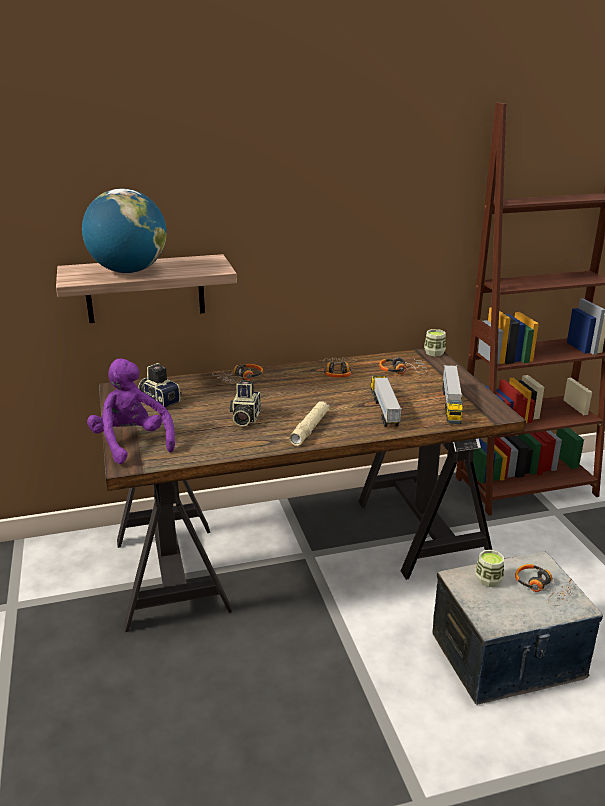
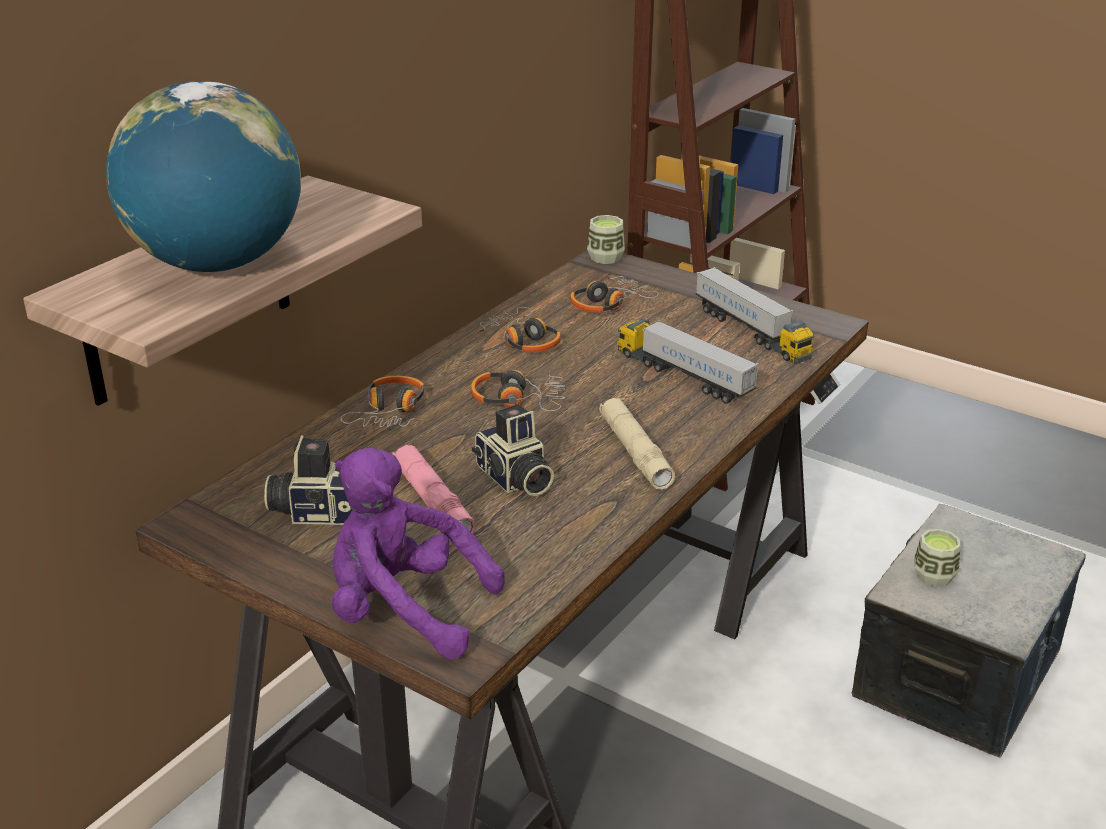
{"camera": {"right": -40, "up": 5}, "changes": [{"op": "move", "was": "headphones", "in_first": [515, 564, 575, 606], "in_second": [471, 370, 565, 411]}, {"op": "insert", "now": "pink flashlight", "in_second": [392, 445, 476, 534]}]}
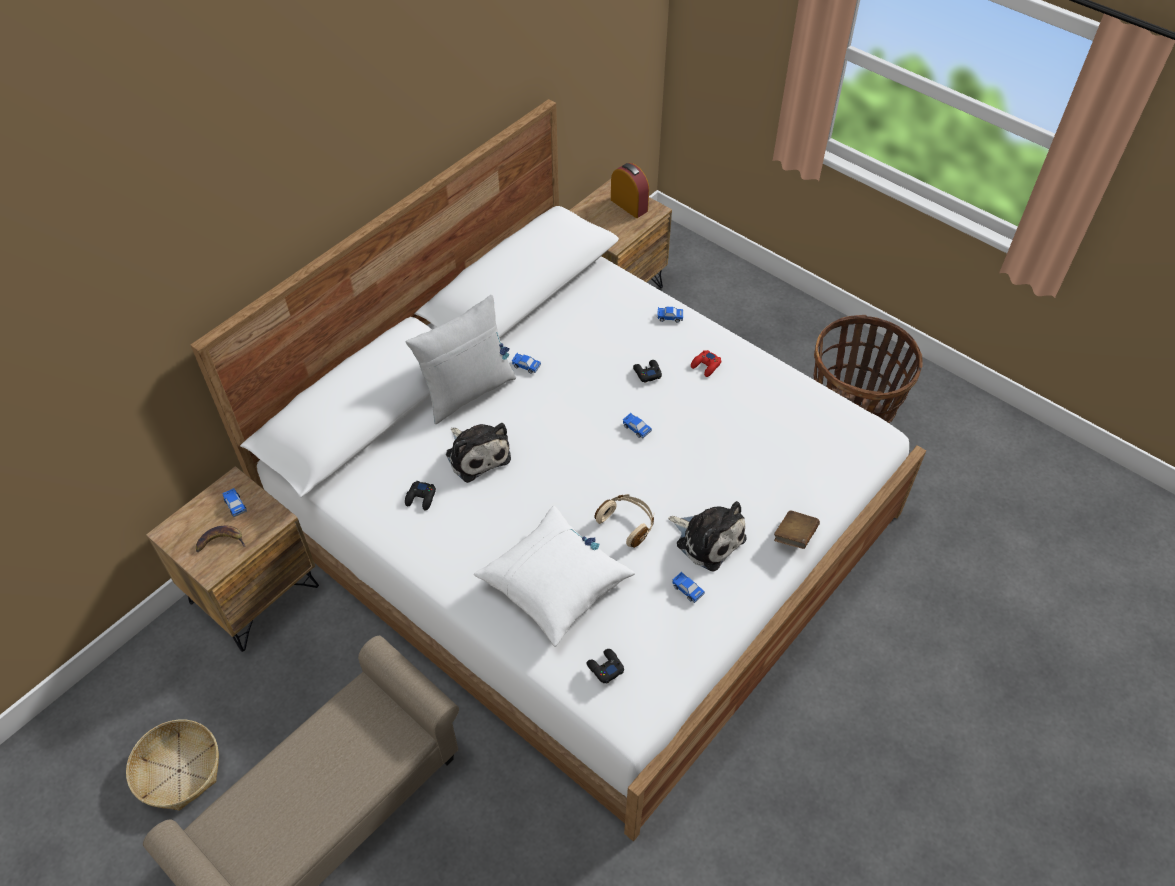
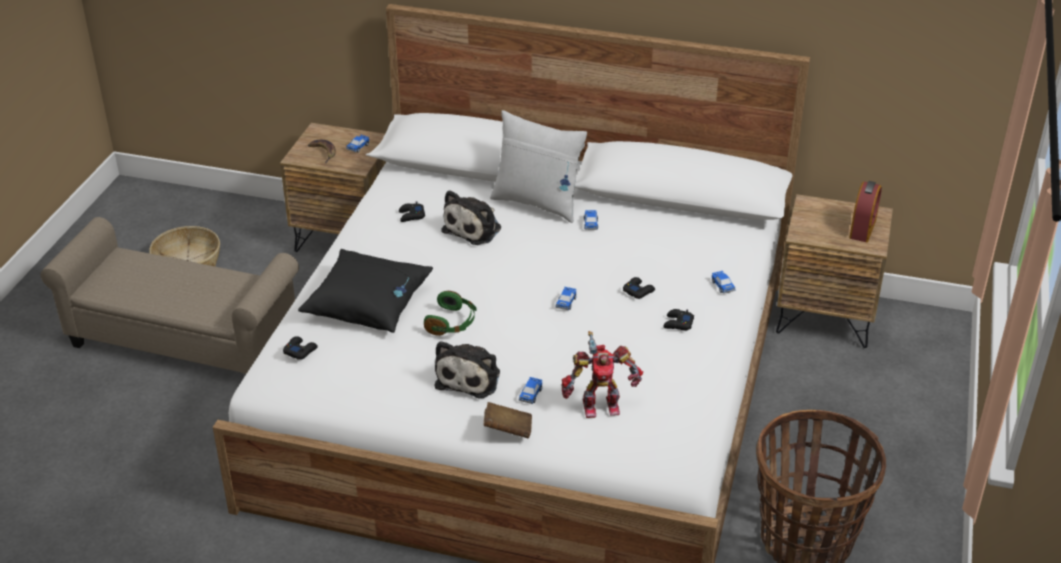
{"camera": {"right": 65, "up": -15}, "changes": [{"op": "recolor", "was": "red game controller", "now": "black game controller", "in_first": [691, 350, 721, 377], "in_second": [663, 309, 694, 331]}, {"op": "recolor", "was": "beige headphones", "now": "green headphones", "in_first": [595, 494, 654, 548], "in_second": [424, 291, 476, 336]}, {"op": "recolor", "was": "white pillow", "now": "black pillow", "in_first": [474, 505, 635, 647], "in_second": [298, 249, 433, 333]}, {"op": "move", "was": "toy car", "in_first": [673, 572, 705, 603], "in_second": [519, 377, 542, 404]}, {"op": "insert", "now": "toy robot", "in_second": [562, 331, 643, 418]}]}
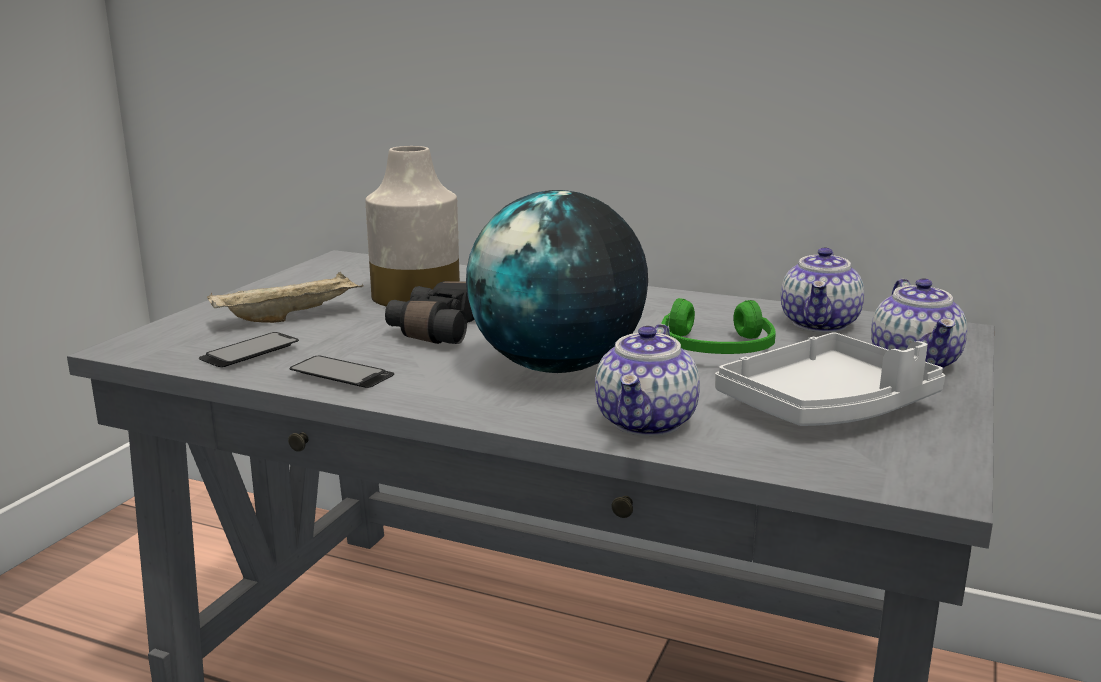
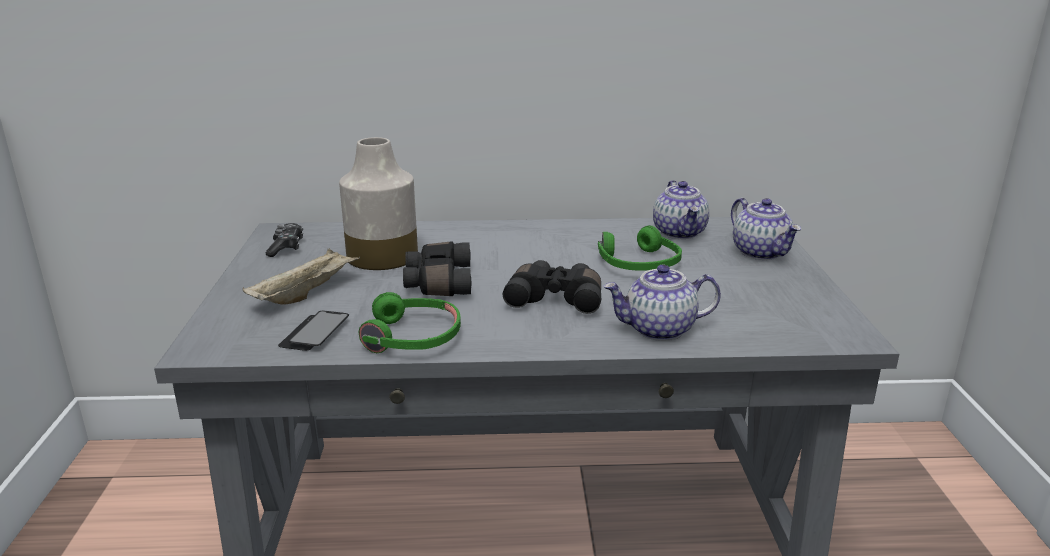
{"camera": {"right": -25, "up": 5}, "changes": [{"op": "replace", "was": "globe", "now": "black binoculars", "in_first": [466, 190, 648, 373], "in_second": [503, 260, 601, 314]}, {"op": "rotate", "was": "teapot", "in_first": [595, 324, 700, 436], "in_second": [603, 264, 721, 341], "clockwise": 90}, {"op": "delete", "was": "grey tray", "in_first": [715, 333, 945, 426]}, {"op": "replace", "was": "phone", "now": "green headphones", "in_first": [290, 355, 394, 388], "in_second": [358, 292, 461, 353]}, {"op": "insert", "now": "game controller", "in_second": [266, 223, 303, 257]}]}
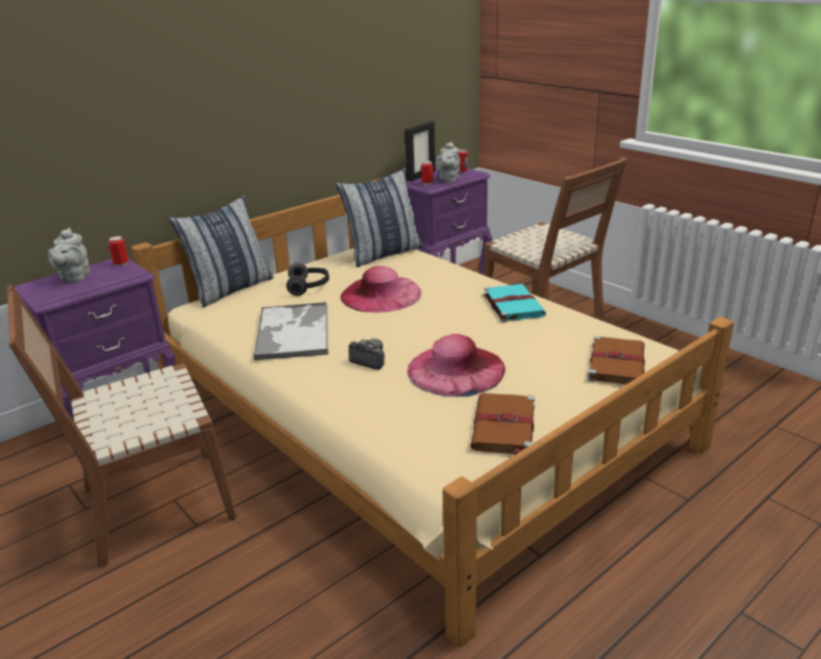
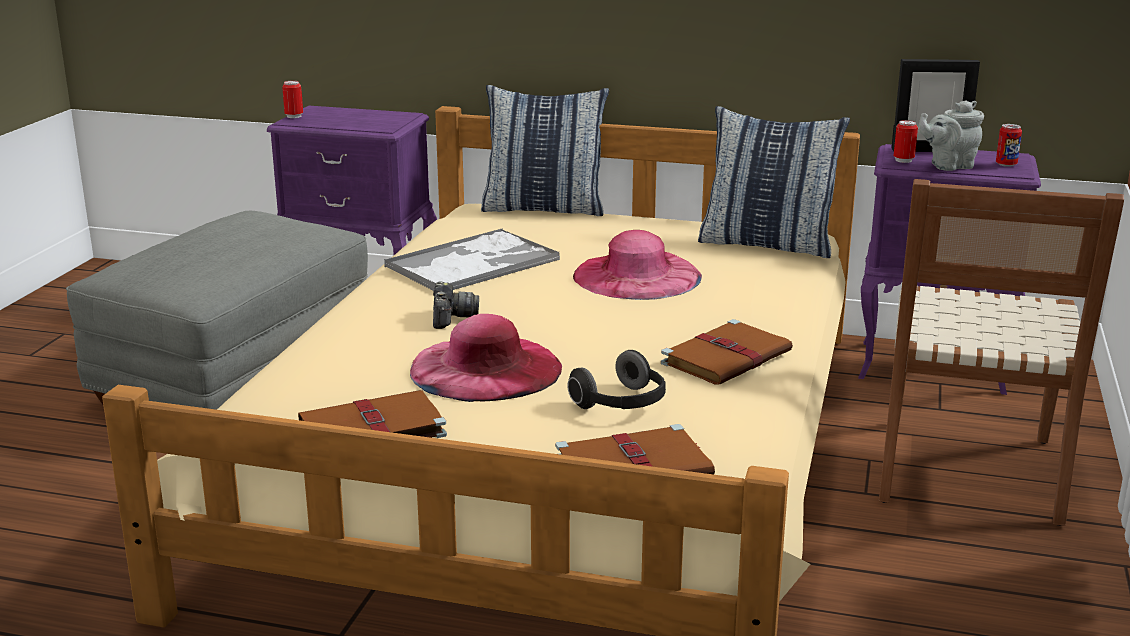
{"camera": {"right": 55, "up": -5}, "changes": [{"op": "delete", "was": "grey teapot", "in_first": [48, 228, 90, 282]}, {"op": "move", "was": "can", "in_first": [108, 236, 129, 267], "in_second": [282, 81, 303, 118]}, {"op": "move", "was": "headphones", "in_first": [286, 263, 329, 296], "in_second": [568, 350, 666, 409]}, {"op": "replace", "was": "chair", "now": "grey ottoman", "in_first": [7, 284, 236, 568], "in_second": [66, 211, 368, 410]}, {"op": "recolor", "was": "turquoise book", "now": "brown book", "in_first": [483, 284, 546, 323], "in_second": [661, 319, 793, 385]}]}
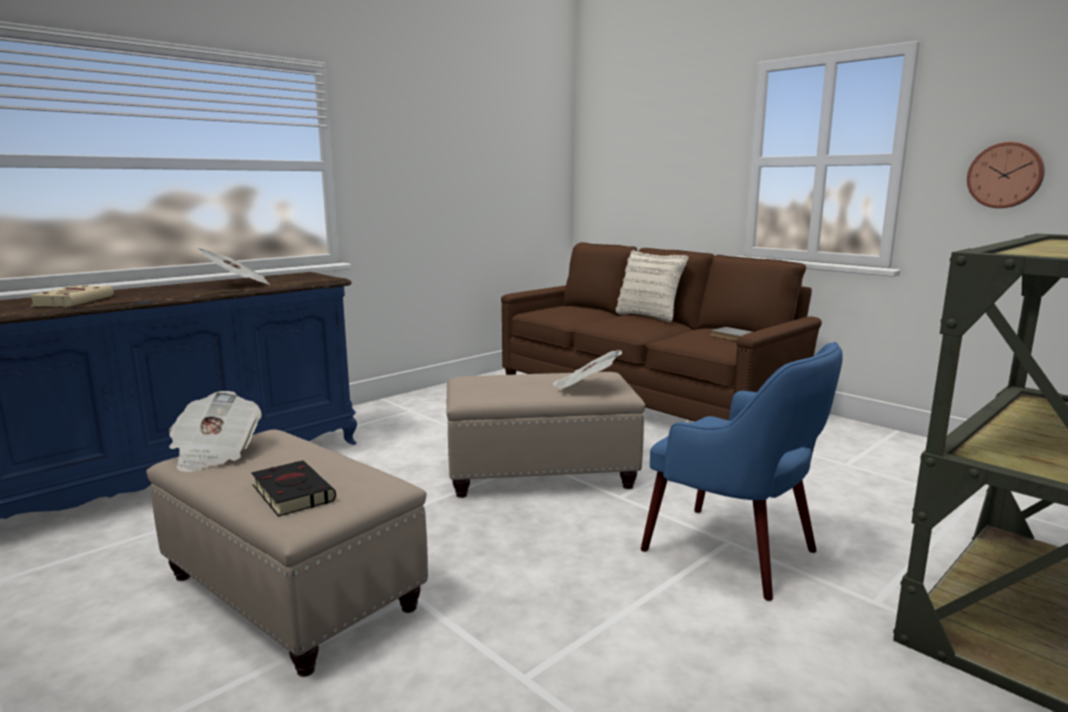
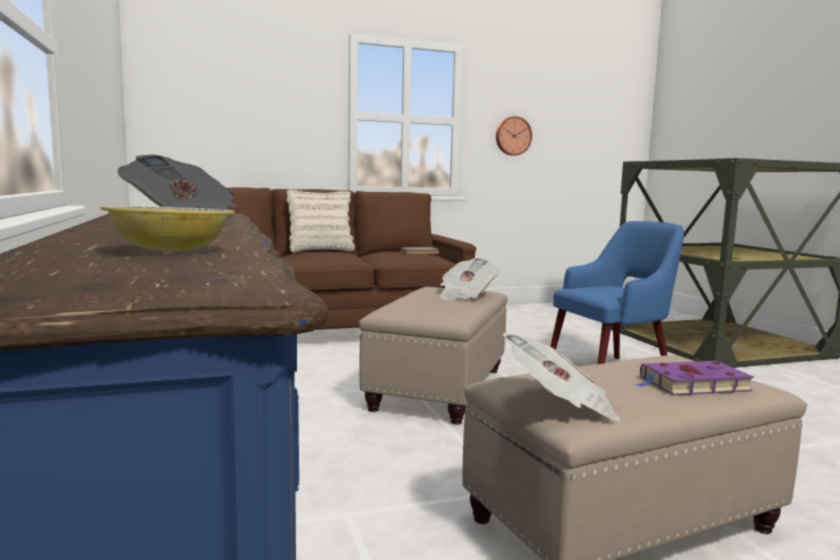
{"camera": {"right": -65, "up": -5}, "changes": [{"op": "replace", "was": "beige book", "now": "bowl", "in_first": [28, 286, 114, 307], "in_second": [101, 206, 235, 251]}, {"op": "recolor", "was": "black book", "now": "purple book", "in_first": [251, 460, 336, 517], "in_second": [635, 361, 754, 395]}]}
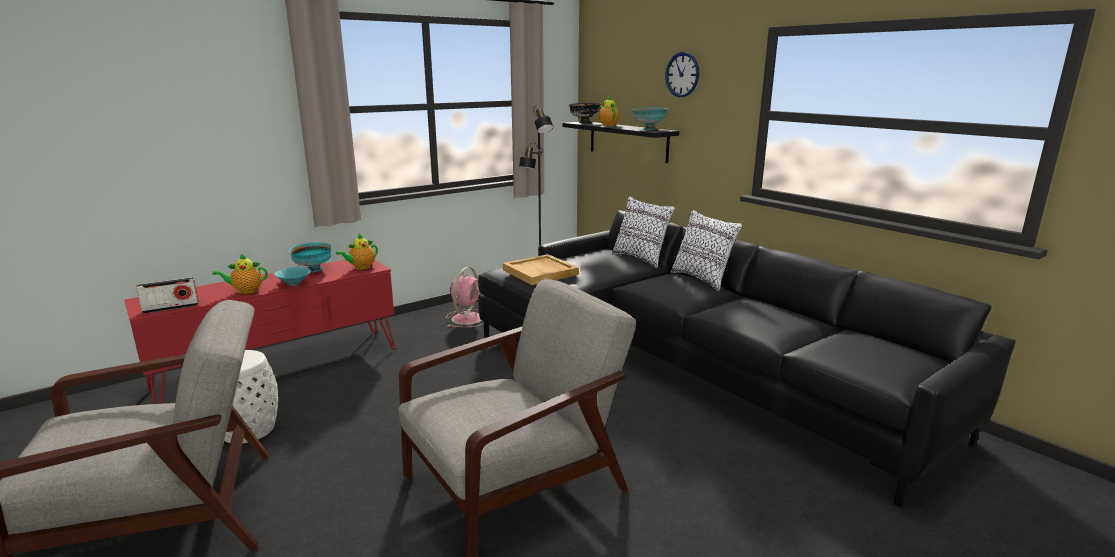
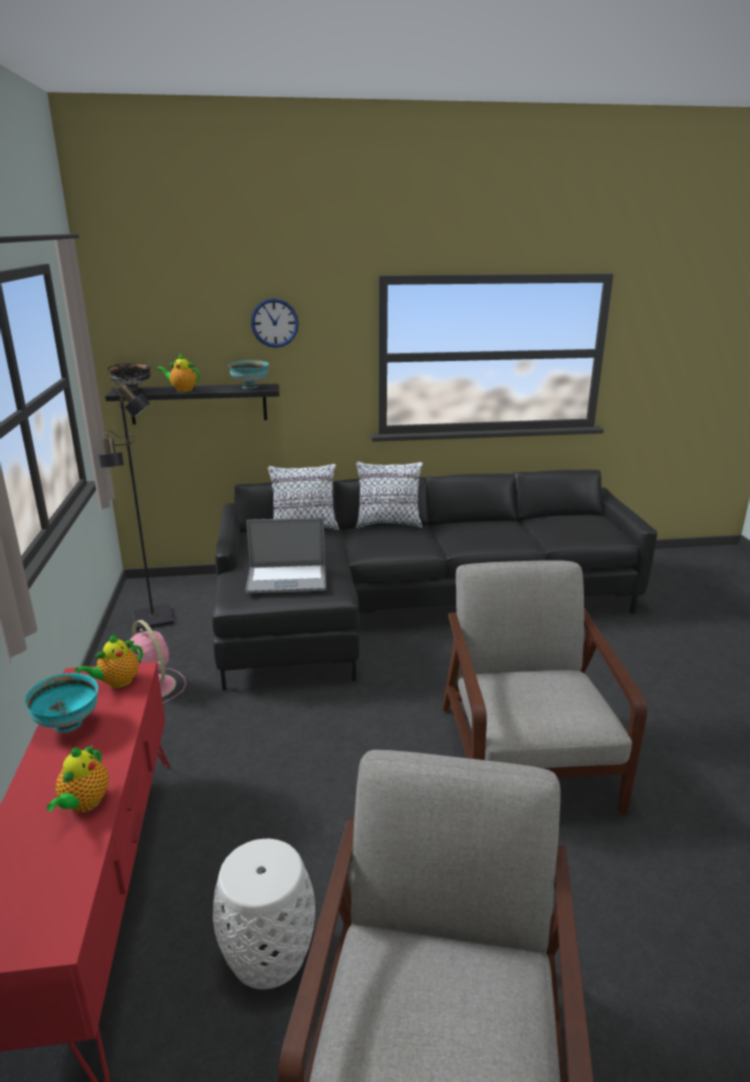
{"camera": {"right": -60, "up": 5}, "changes": [{"op": "rotate", "was": "teapot", "in_first": [336, 234, 378, 270], "in_second": [75, 635, 143, 688], "clockwise": 60}, {"op": "replace", "was": "beige tray", "now": "laptop", "in_first": [503, 254, 579, 285], "in_second": [246, 518, 326, 593]}, {"op": "delete", "was": "turquoise bowl", "in_first": [274, 267, 311, 286]}, {"op": "delete", "was": "radio", "in_first": [136, 277, 199, 314]}]}
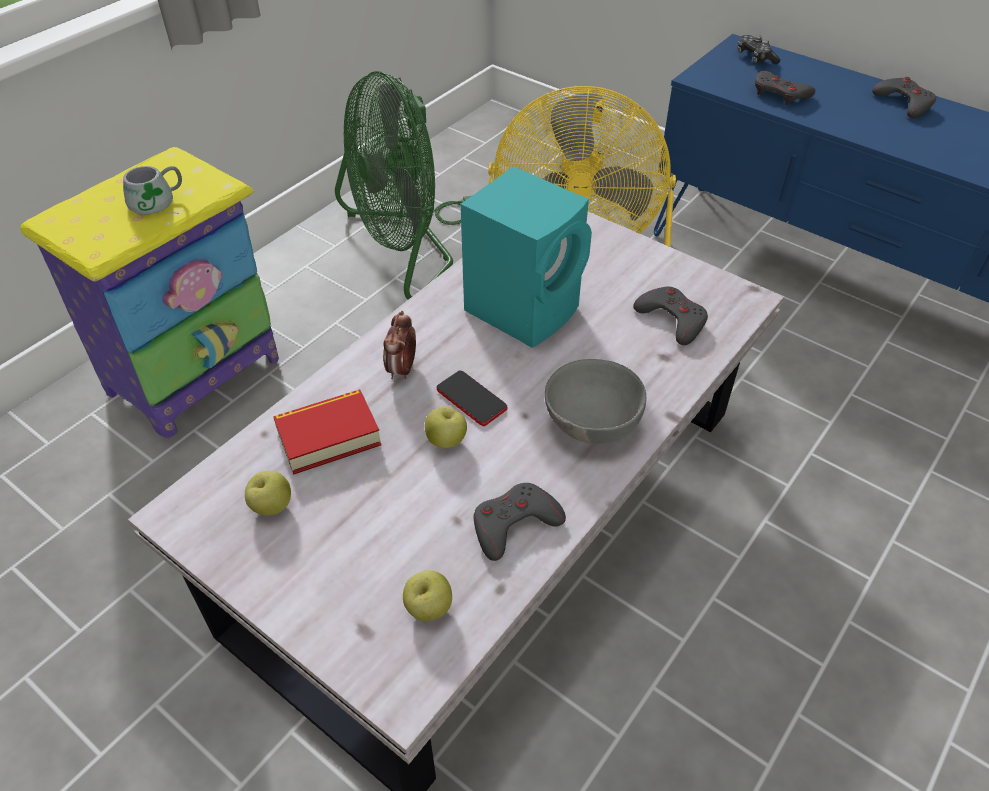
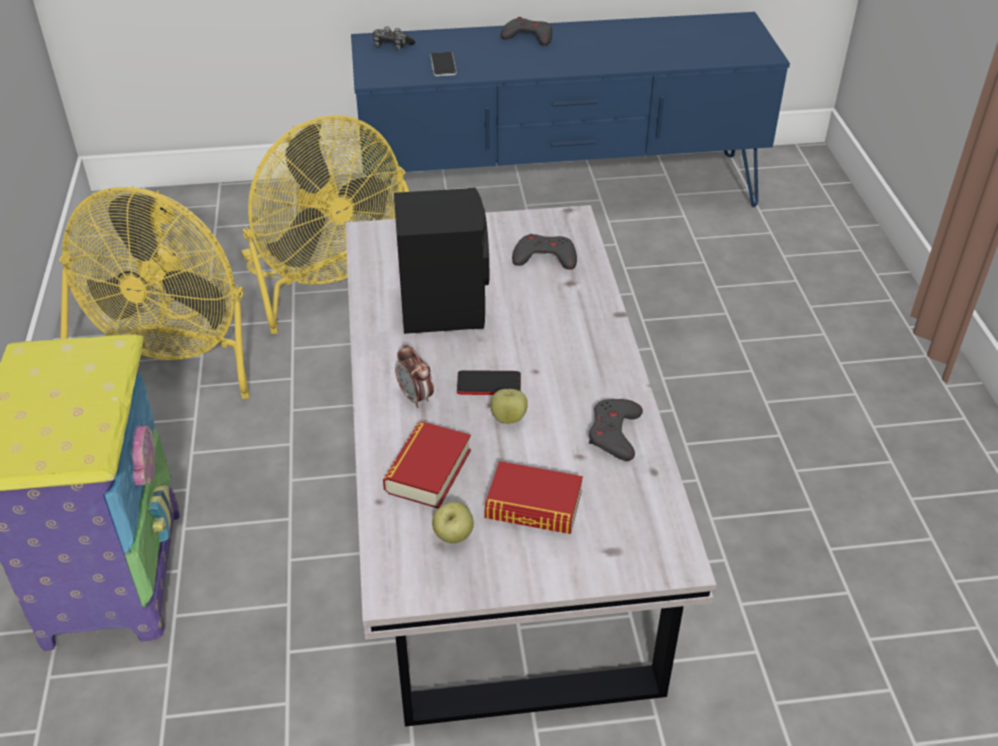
{"camera": {"right": -45, "up": -5}, "changes": [{"op": "recolor", "was": "green fan", "now": "yellow fan", "in_first": [335, 71, 471, 300], "in_second": [59, 186, 249, 399]}, {"op": "replace", "was": "grey game controller", "now": "phone", "in_first": [755, 71, 815, 105], "in_second": [430, 52, 457, 76]}, {"op": "delete", "was": "grey mug", "in_first": [123, 166, 182, 215]}, {"op": "recolor", "was": "turquoise speaker", "now": "black speaker", "in_first": [461, 167, 592, 348], "in_second": [394, 188, 489, 334]}, {"op": "delete", "was": "grey bowl", "in_first": [545, 359, 646, 444]}, {"op": "delete", "was": "apple", "in_first": [403, 570, 452, 621]}, {"op": "insert", "now": "book", "in_second": [484, 461, 583, 534]}]}
